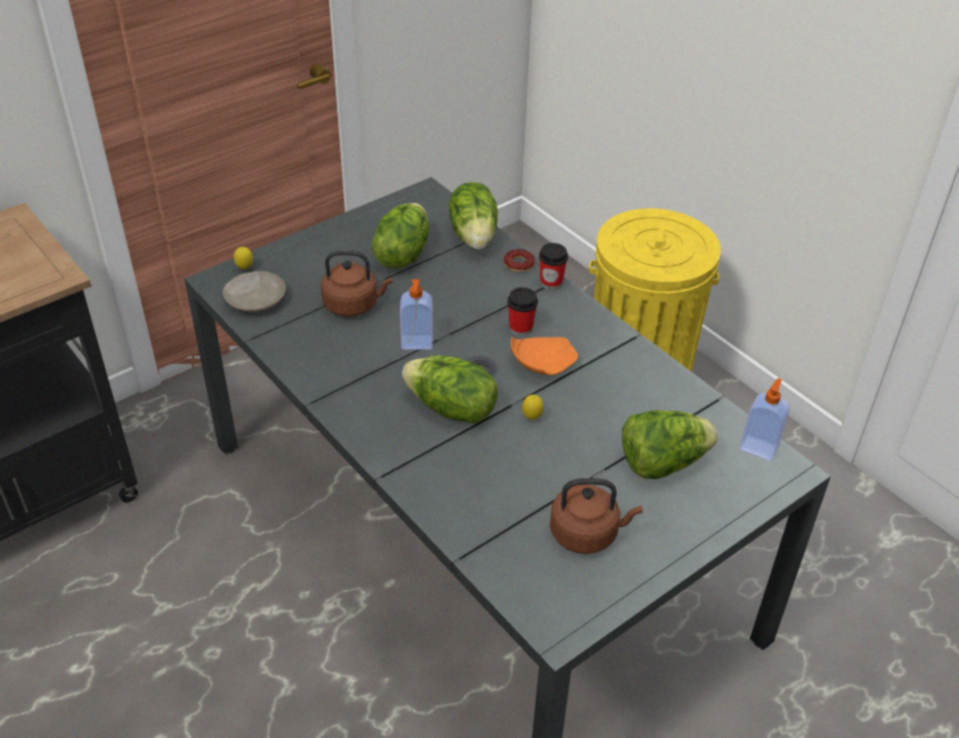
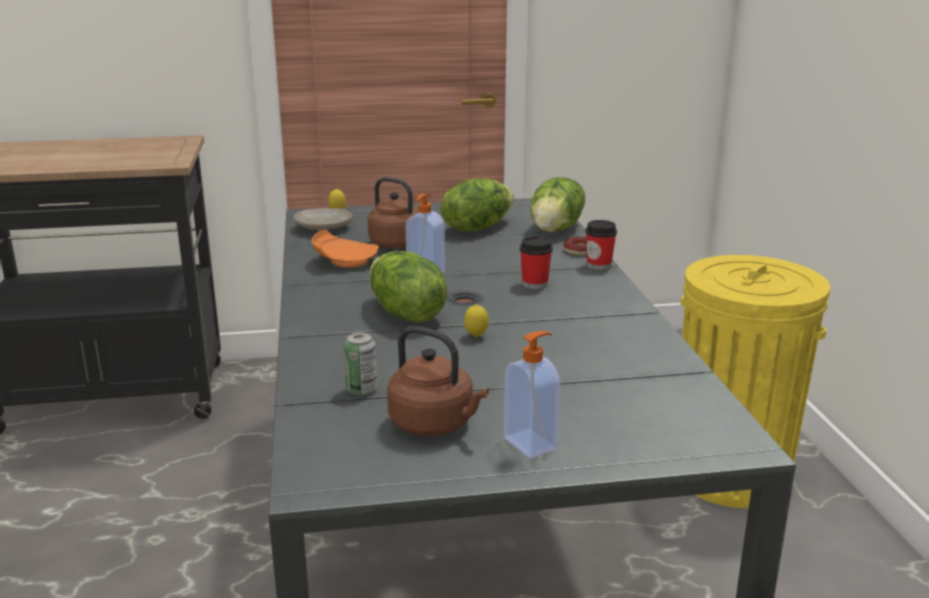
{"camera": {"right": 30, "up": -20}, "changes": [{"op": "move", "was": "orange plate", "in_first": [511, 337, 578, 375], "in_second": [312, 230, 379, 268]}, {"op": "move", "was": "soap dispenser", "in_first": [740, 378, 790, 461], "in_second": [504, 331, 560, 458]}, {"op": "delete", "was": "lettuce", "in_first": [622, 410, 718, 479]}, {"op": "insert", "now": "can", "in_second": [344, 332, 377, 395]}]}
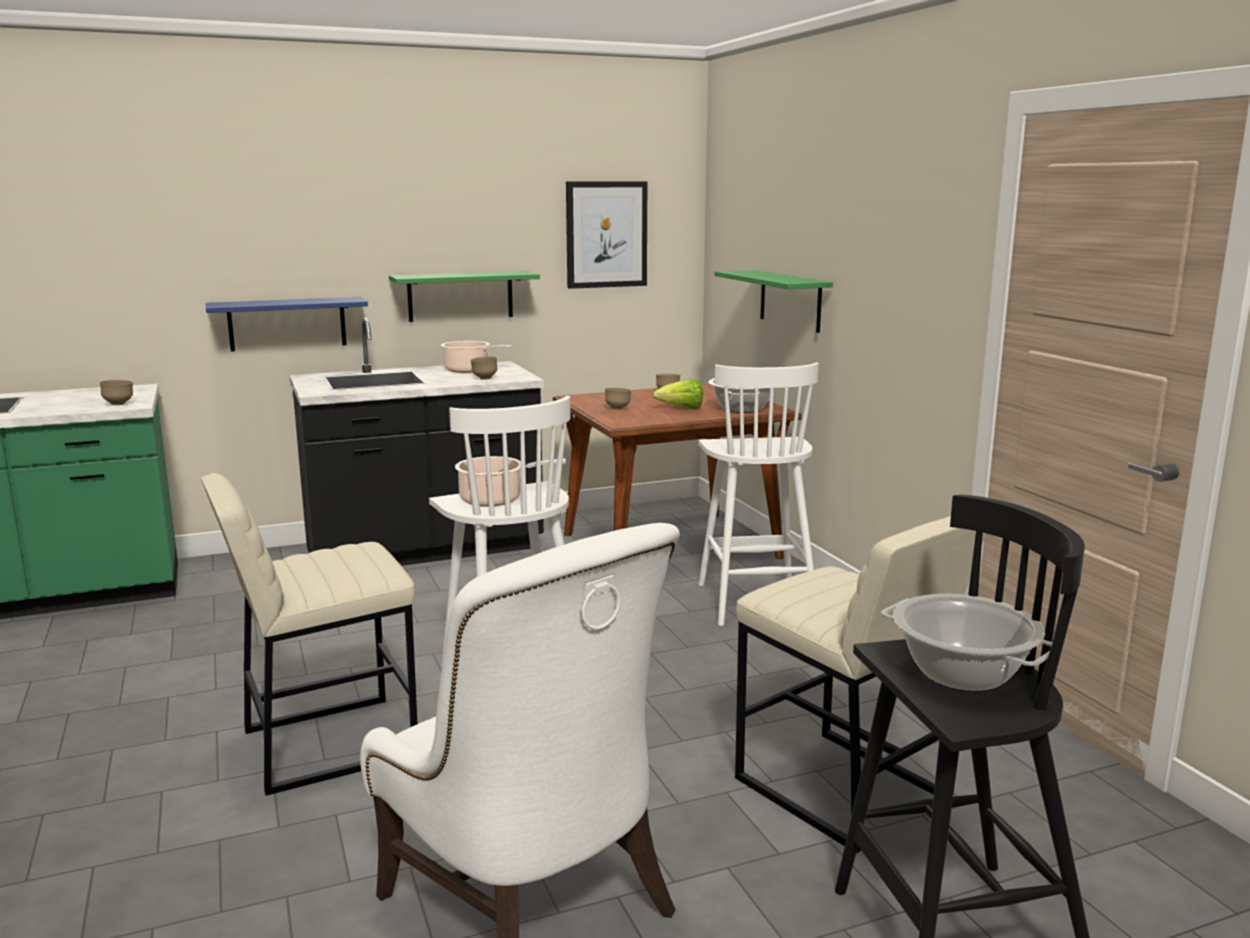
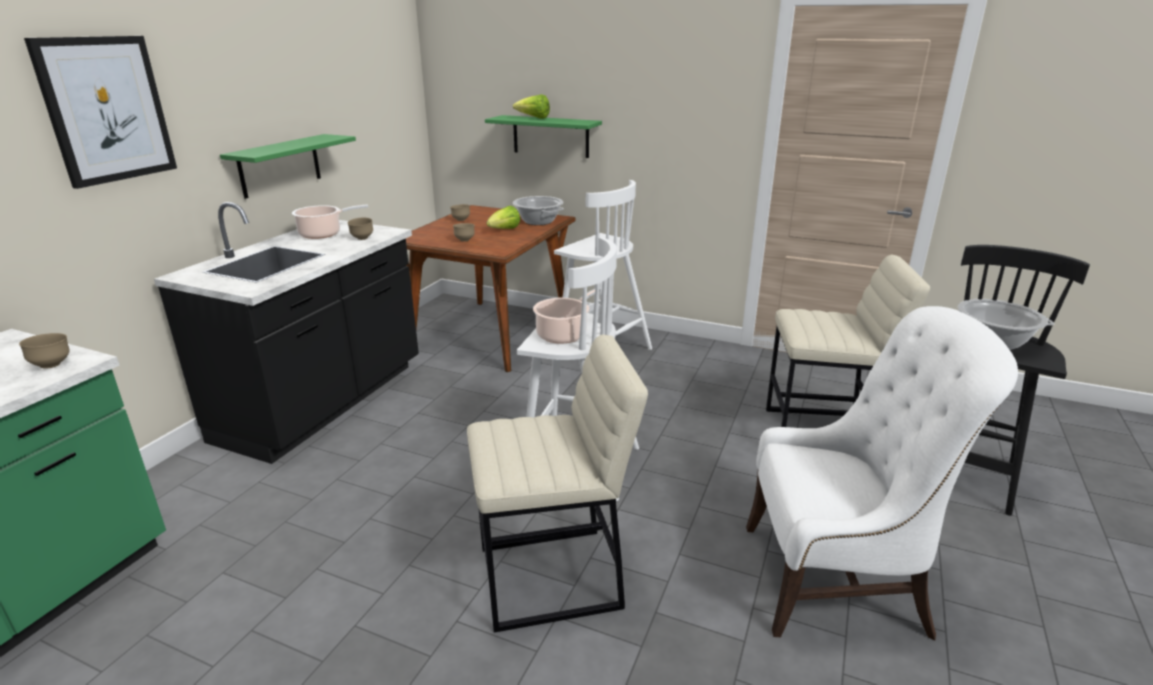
{"camera": {"right": -45, "up": 10}, "changes": [{"op": "move", "was": "picture", "in_first": [566, 182, 647, 289], "in_second": [24, 36, 177, 189]}, {"op": "delete", "was": "blue shelf", "in_first": [206, 297, 368, 351]}, {"op": "rotate", "was": "beige chair", "in_first": [201, 473, 417, 796], "in_second": [467, 334, 648, 633], "clockwise": -120}, {"op": "insert", "now": "lettuce", "in_second": [513, 94, 550, 119]}]}
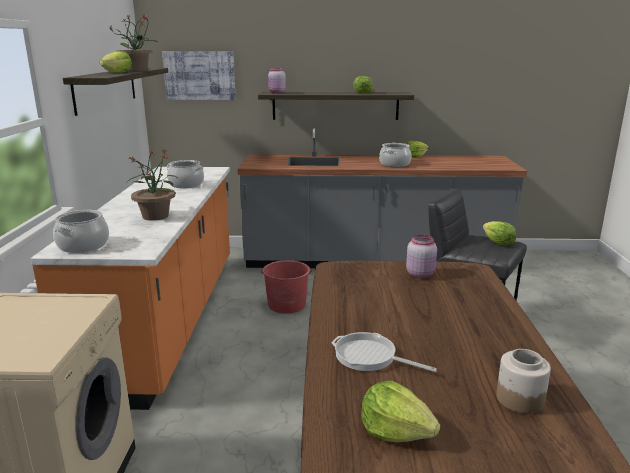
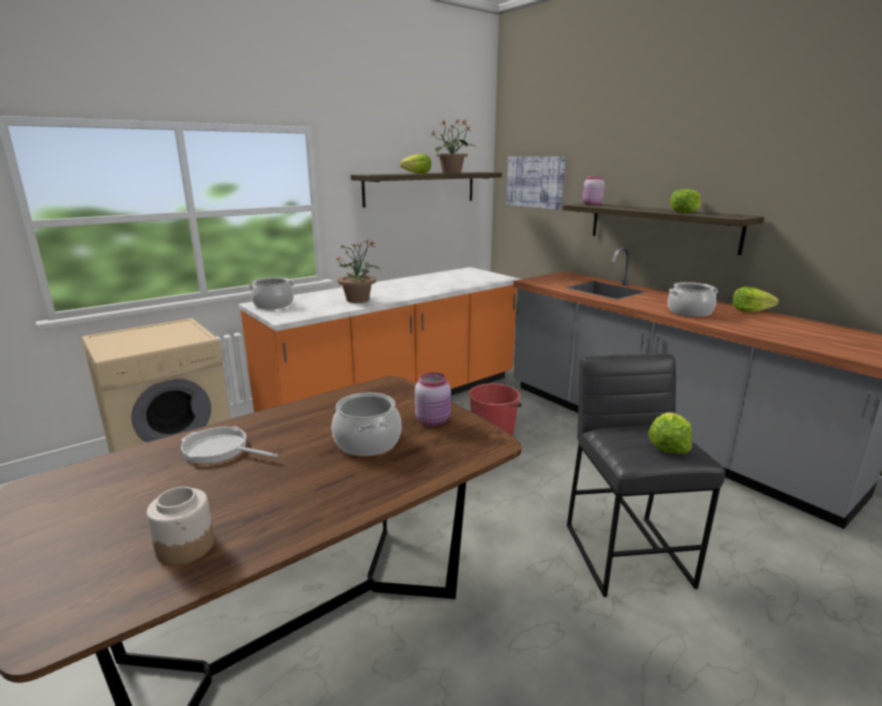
{"camera": {"right": 50, "up": 0}, "changes": [{"op": "move", "was": "cooking pot", "in_first": [167, 160, 204, 188], "in_second": [332, 392, 401, 456]}, {"op": "rotate", "was": "frying pan", "in_first": [332, 332, 437, 372], "in_second": [181, 426, 278, 464], "clockwise": -60}, {"op": "delete", "was": "lettuce", "in_first": [361, 381, 440, 442]}]}
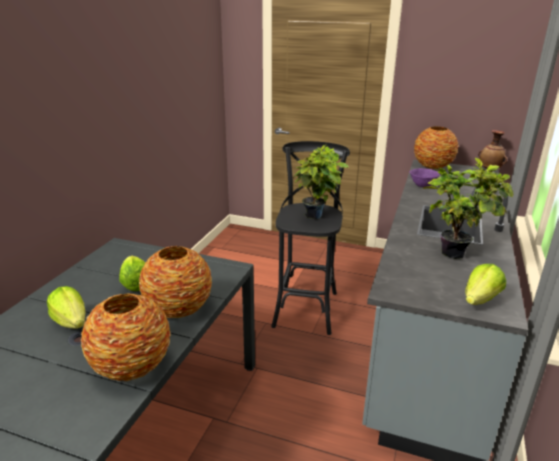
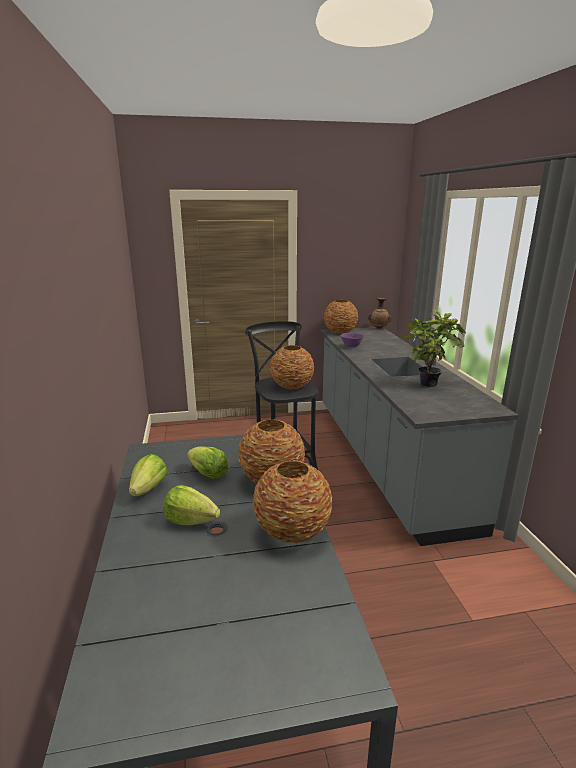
{"camera": {"right": -30, "up": -5}, "changes": [{"op": "replace", "was": "potted plant", "now": "vase", "in_first": [294, 145, 349, 219], "in_second": [270, 345, 314, 390]}, {"op": "move", "was": "lettuce", "in_first": [465, 264, 506, 305], "in_second": [129, 454, 167, 496]}]}
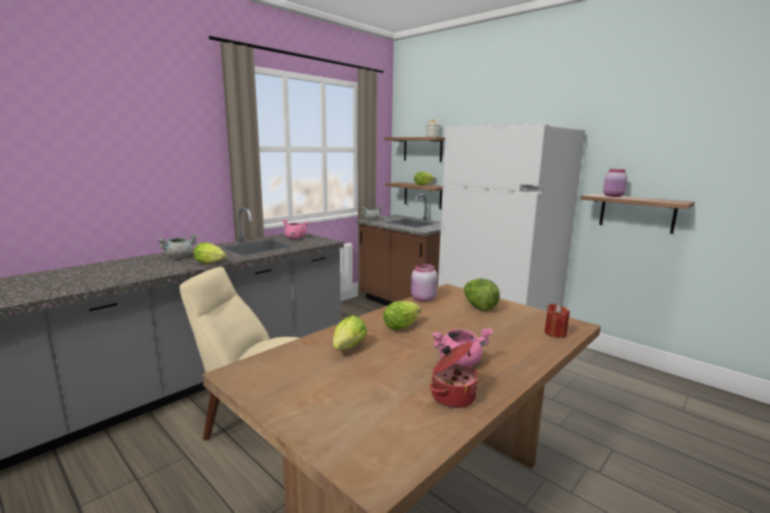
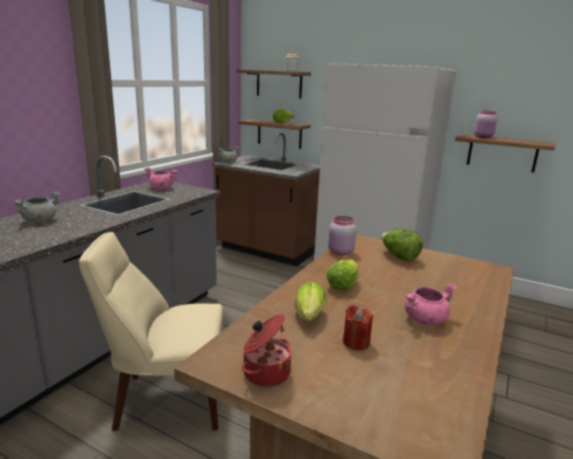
{"camera": {"right": -15, "up": 5}, "changes": [{"op": "delete", "was": "lettuce", "in_first": [194, 243, 226, 264]}, {"op": "move", "was": "red candle", "in_first": [545, 303, 570, 338], "in_second": [343, 305, 373, 350]}, {"op": "move", "was": "cooking pot", "in_first": [430, 342, 477, 408], "in_second": [241, 314, 291, 387]}]}
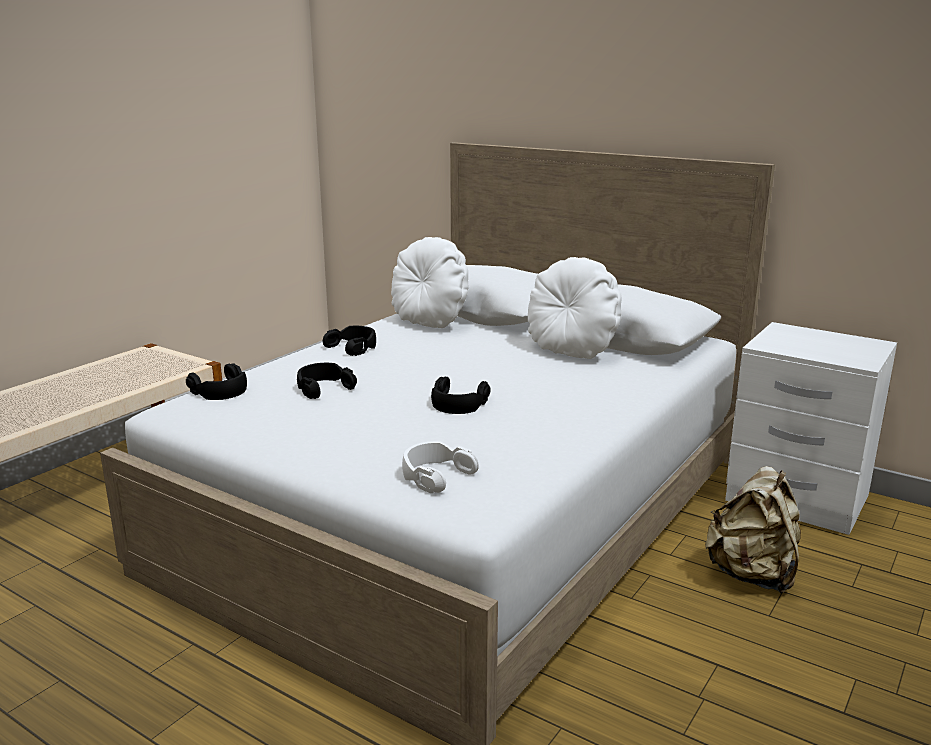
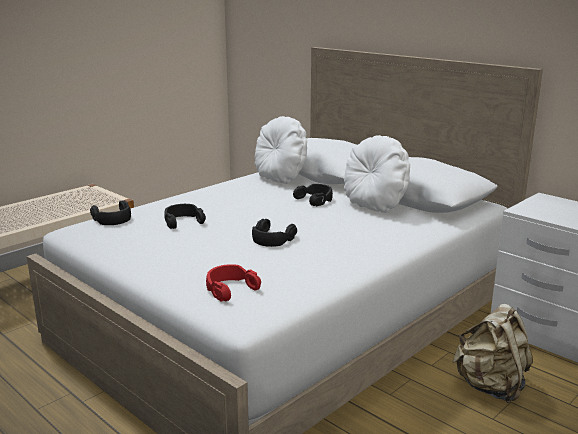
{"camera": {"right": 10, "up": 0}, "changes": [{"op": "move", "was": "black headphones", "in_first": [323, 326, 376, 356], "in_second": [293, 184, 333, 206]}, {"op": "recolor", "was": "white headphones", "now": "red headphones", "in_first": [402, 441, 479, 493], "in_second": [206, 264, 261, 301]}]}
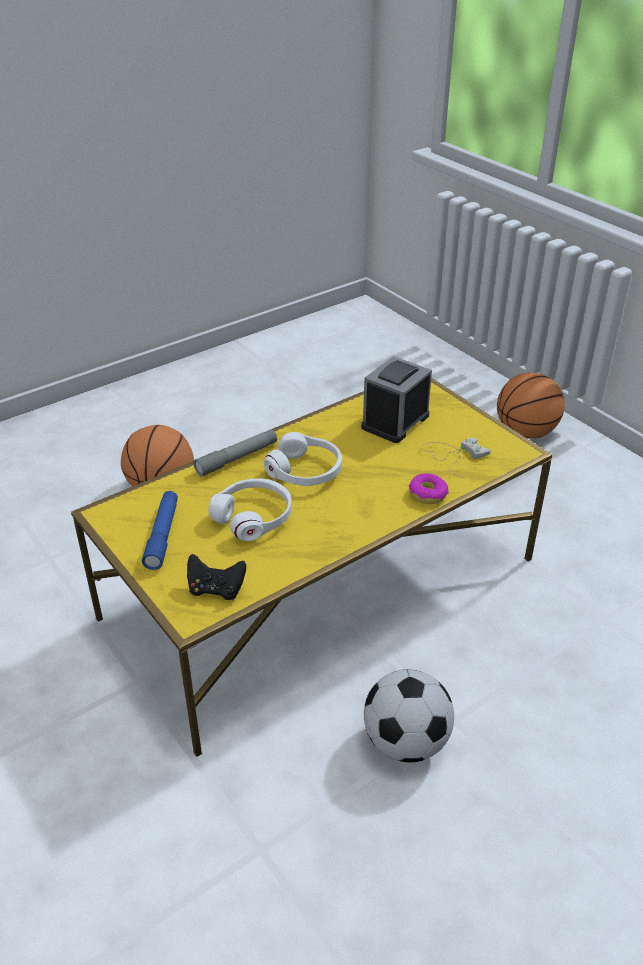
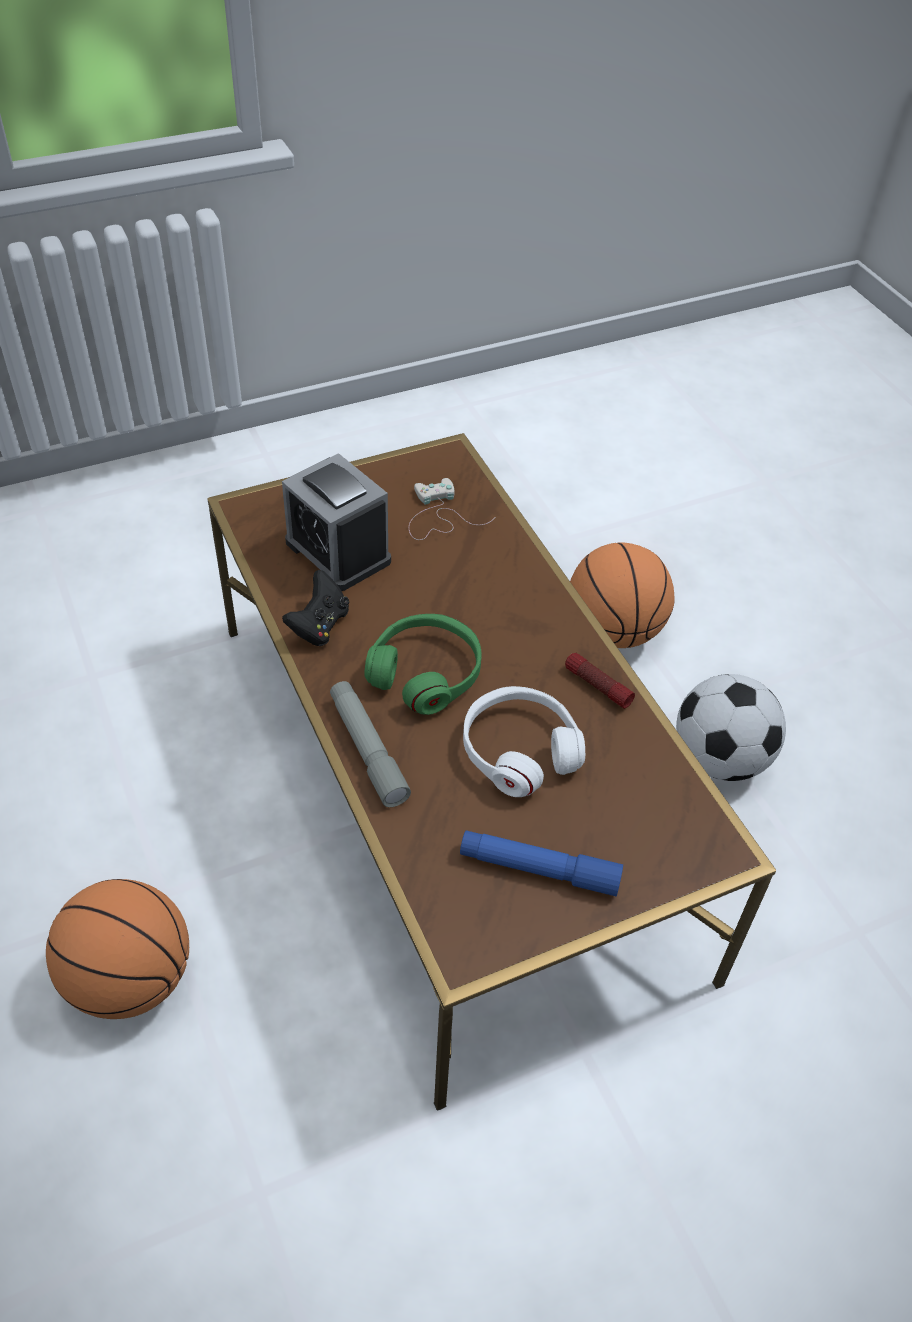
{"camera": {"right": -80, "up": 10}, "changes": [{"op": "move", "was": "basketball", "in_first": [497, 373, 565, 438], "in_second": [570, 542, 674, 648]}, {"op": "recolor", "was": "yellow coffee table", "now": "brown coffee table", "in_first": [71, 378, 552, 757], "in_second": [207, 433, 776, 1111]}, {"op": "recolor", "was": "white headphones", "now": "green headphones", "in_first": [264, 432, 342, 486], "in_second": [365, 614, 482, 715]}, {"op": "delete", "was": "donut", "in_first": [409, 473, 449, 504]}, {"op": "move", "was": "black game controller", "in_first": [187, 554, 246, 600], "in_second": [282, 570, 349, 646]}, {"op": "insert", "now": "flashlight", "in_second": [565, 653, 635, 709]}]}
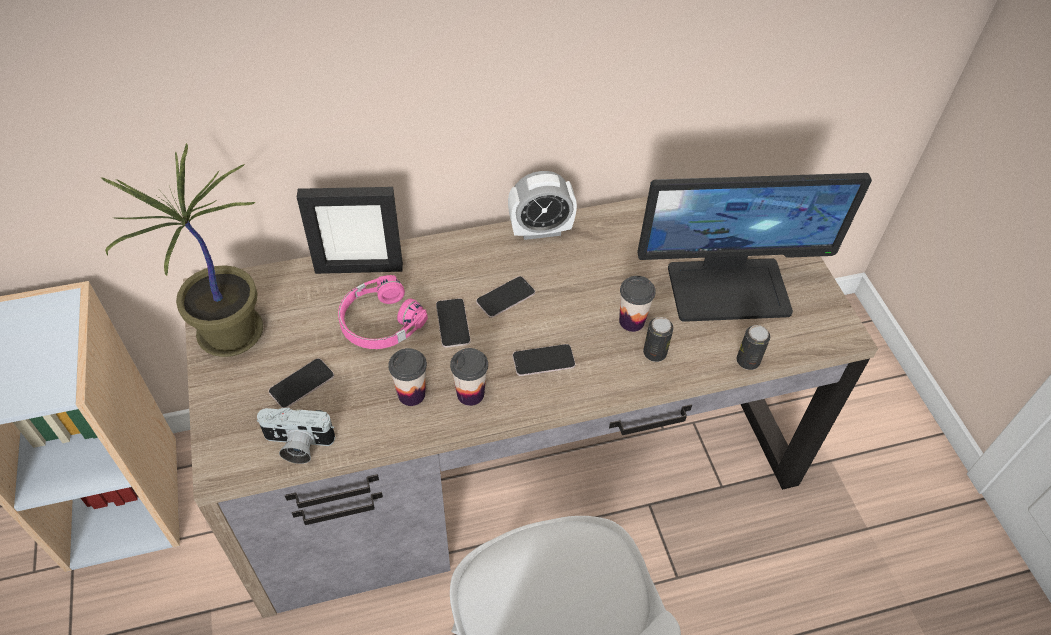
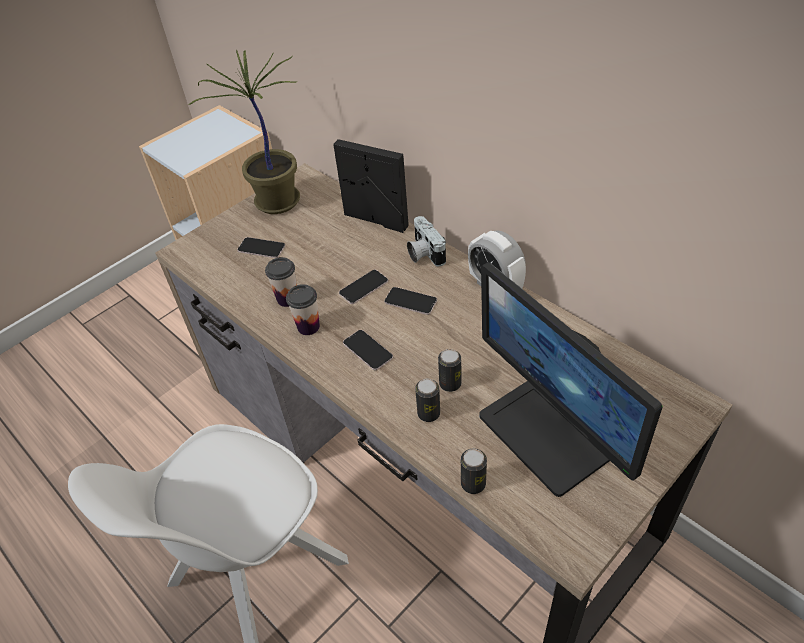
{"camera": {"right": 65, "up": -5}, "changes": [{"op": "rotate", "was": "picture frame", "in_first": [297, 187, 403, 274], "in_second": [333, 139, 409, 233], "clockwise": 150}, {"op": "delete", "was": "pink headphones", "in_first": [338, 275, 428, 349]}, {"op": "replace", "was": "cup", "now": "can", "in_first": [619, 276, 656, 332], "in_second": [438, 349, 461, 392]}, {"op": "move", "was": "photo camera", "in_first": [257, 408, 335, 464], "in_second": [407, 216, 446, 266]}]}
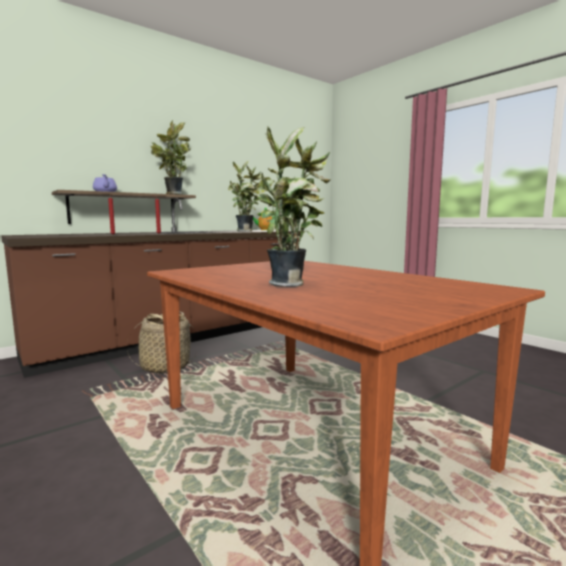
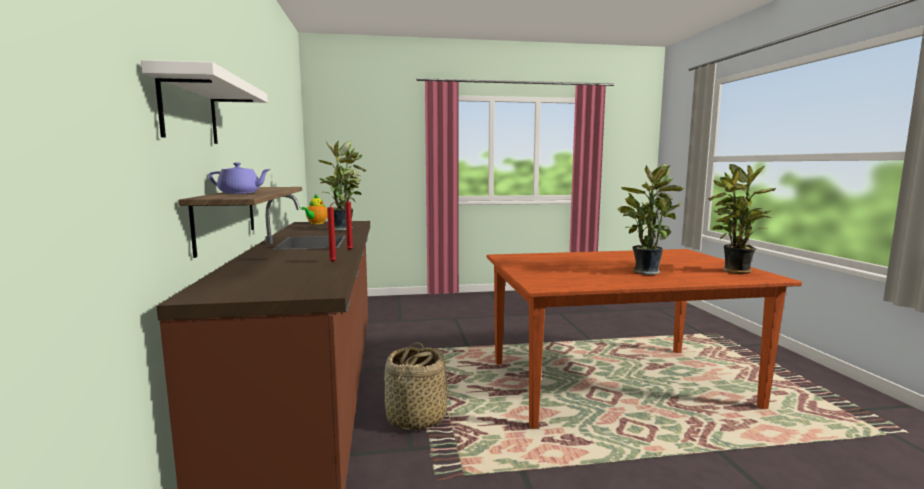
{"camera": {"right": -60, "up": 0}, "changes": [{"op": "move", "was": "potted plant", "in_first": [151, 120, 191, 195], "in_second": [707, 164, 776, 274]}, {"op": "insert", "now": "white shelf", "in_second": [141, 60, 268, 144]}]}
